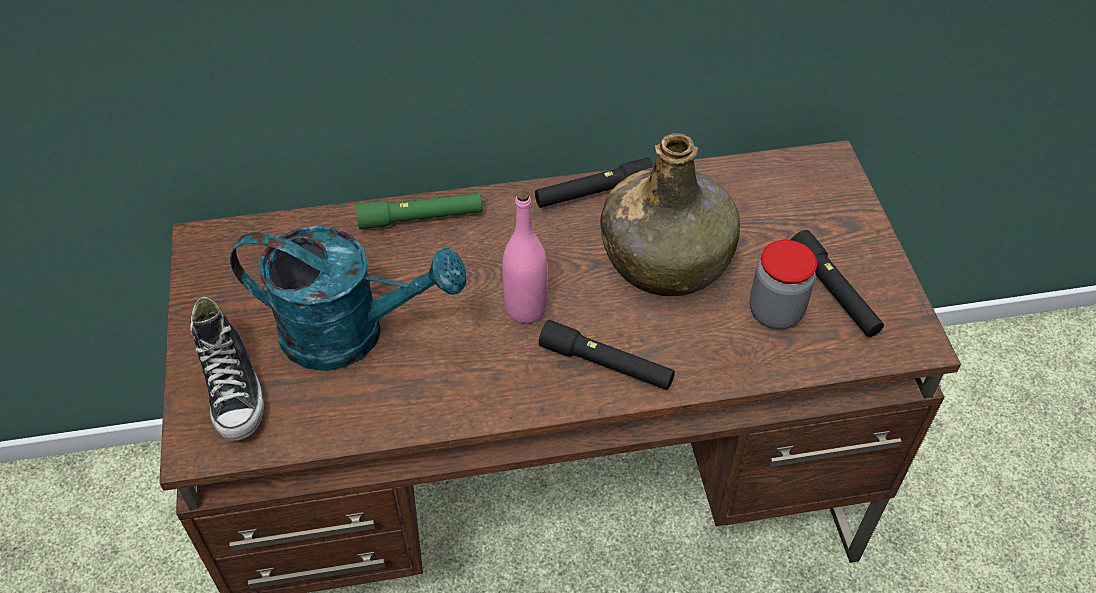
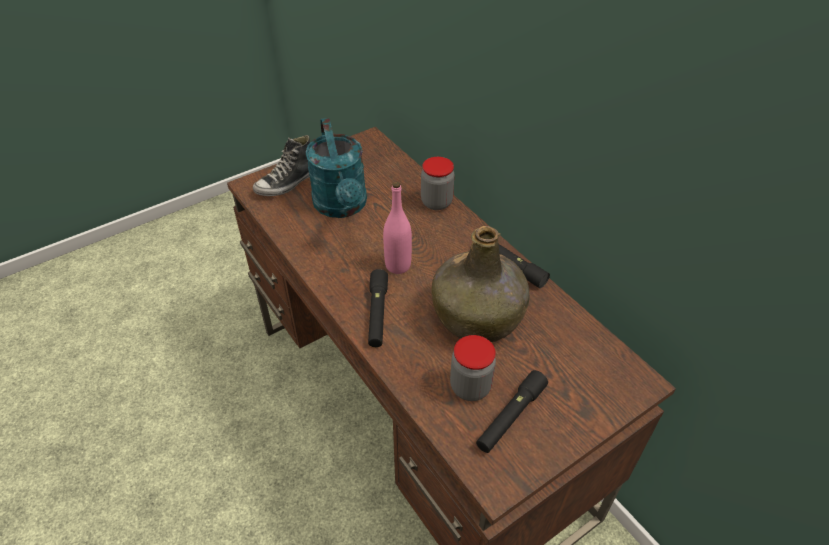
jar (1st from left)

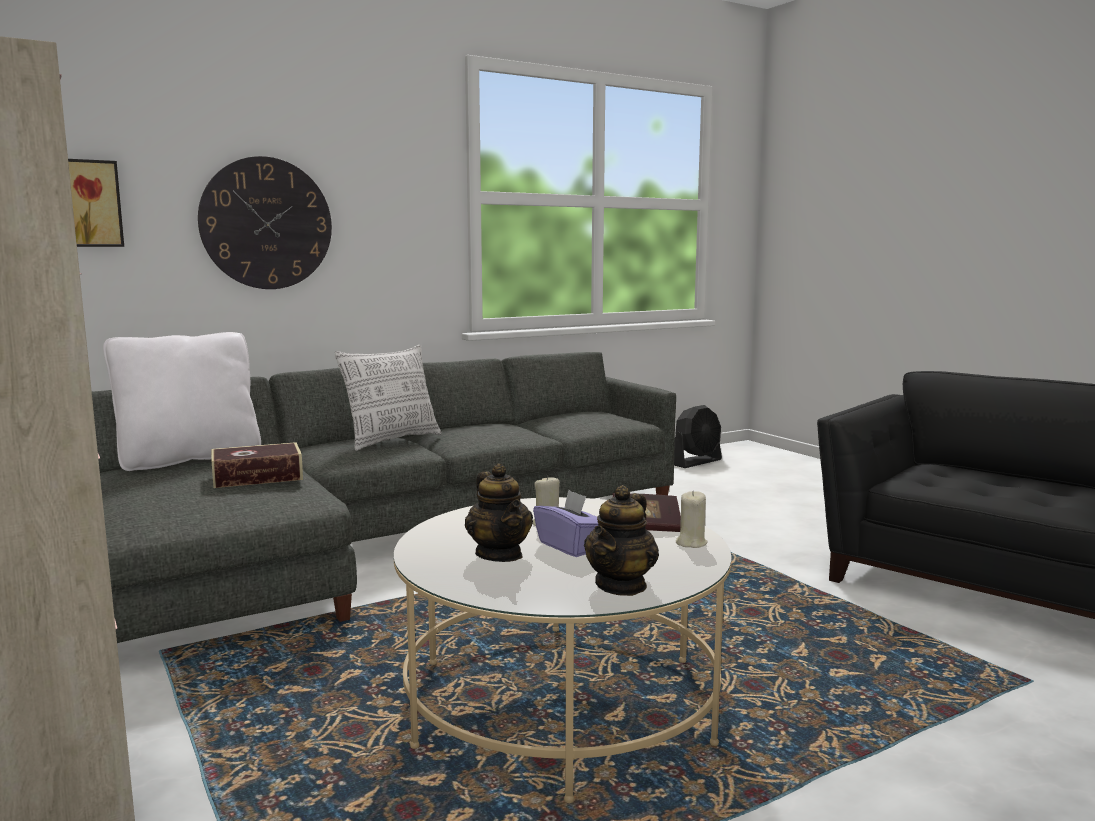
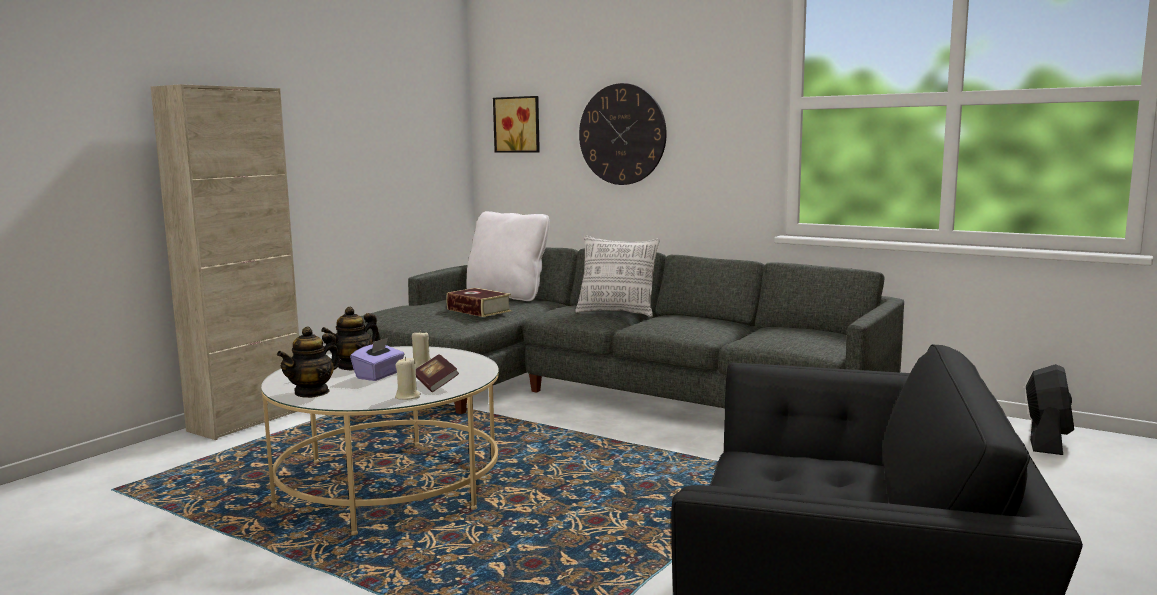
teapot (1st from left); fan (black)

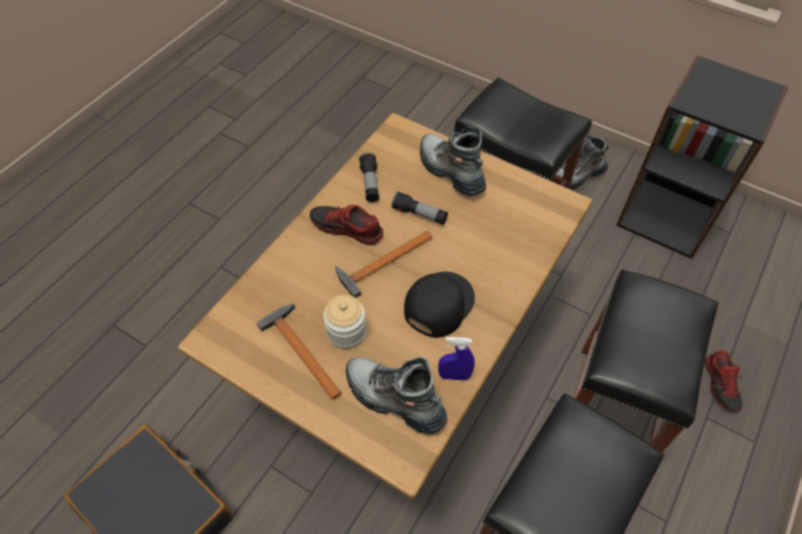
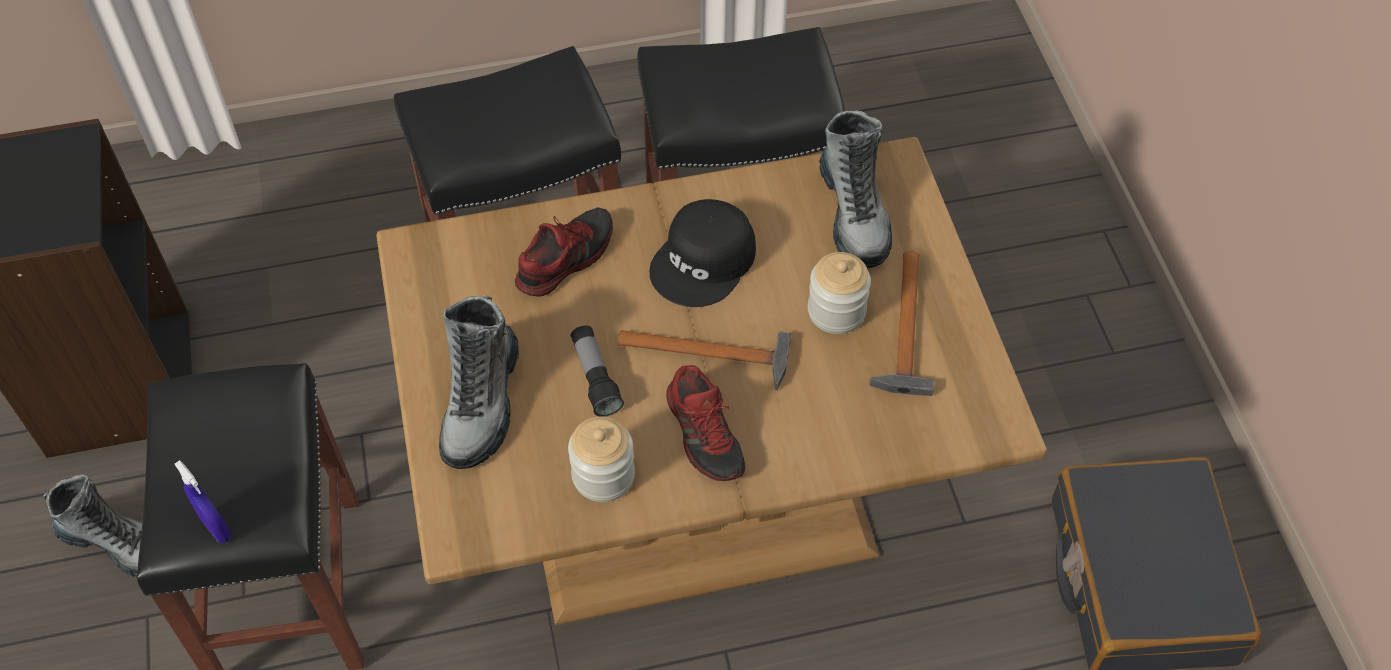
spray bottle (blue); shoe (1st from left); jar (1st from left); cap (black)

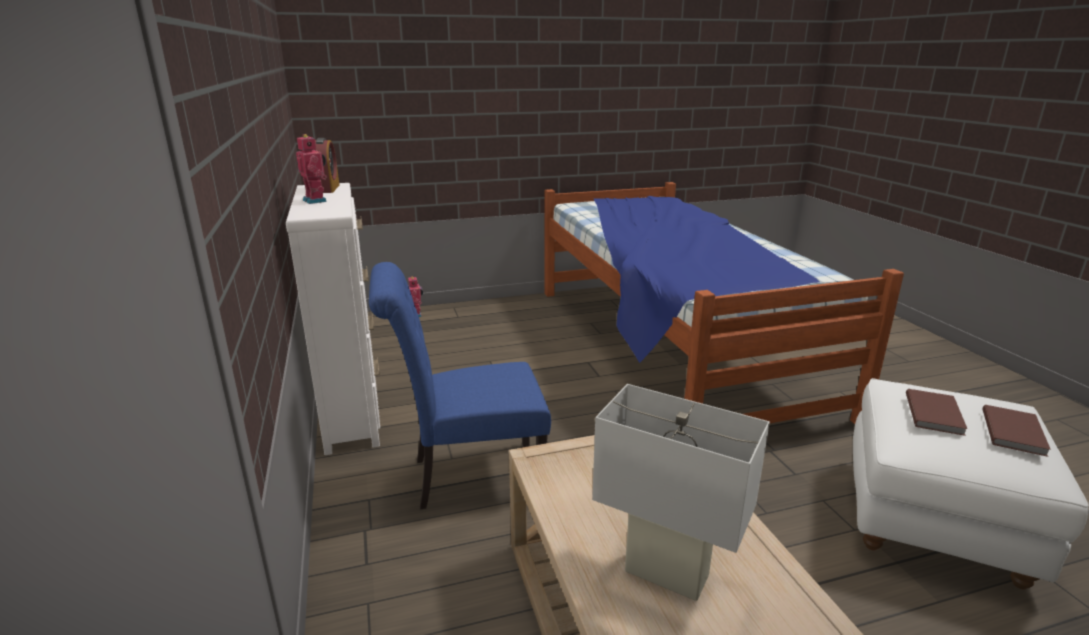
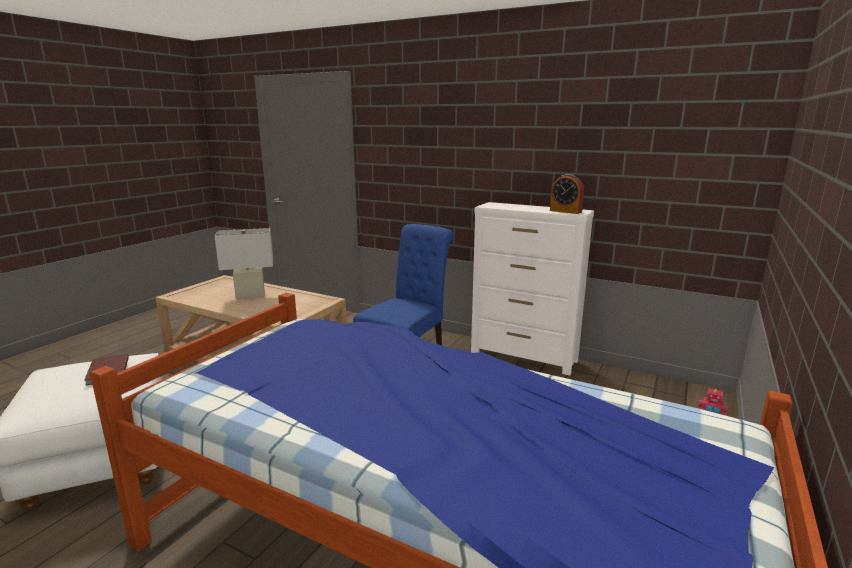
toy robot (1st from left in the first image); book (brown) (2nd from left in the first image)

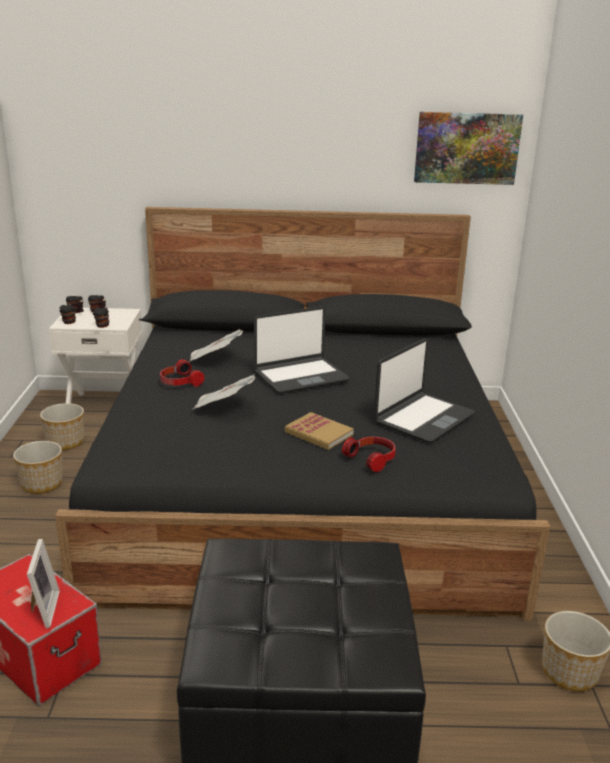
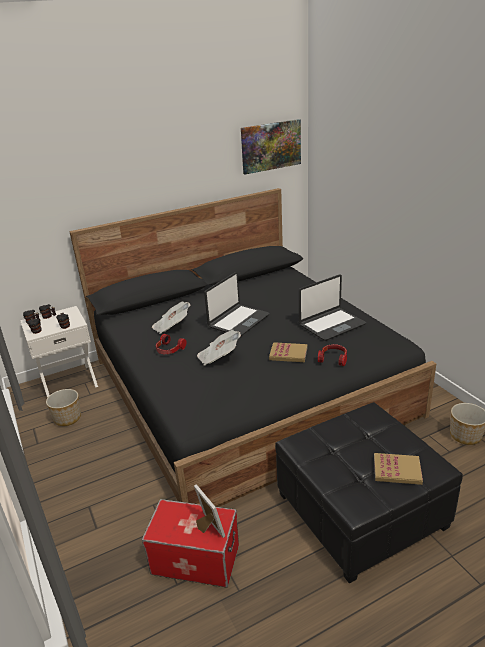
laptop (2nd from left); book (2nd from left); planter (1st from left in the first image)

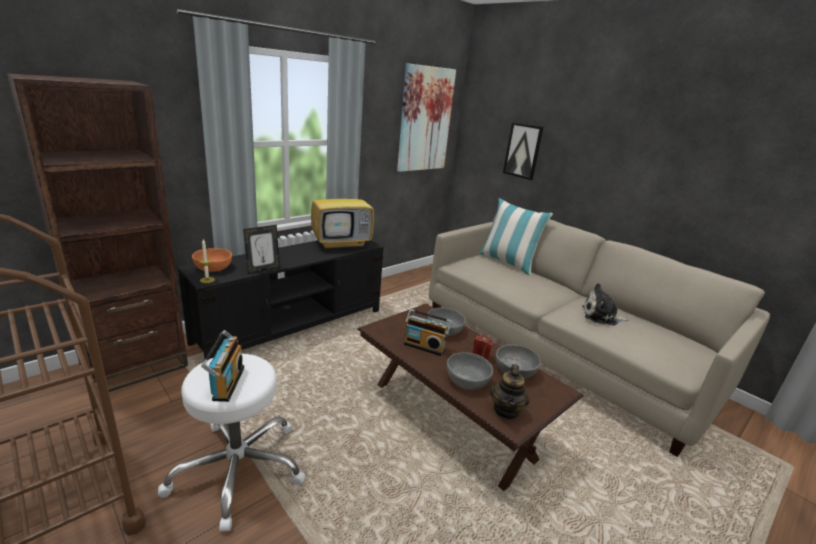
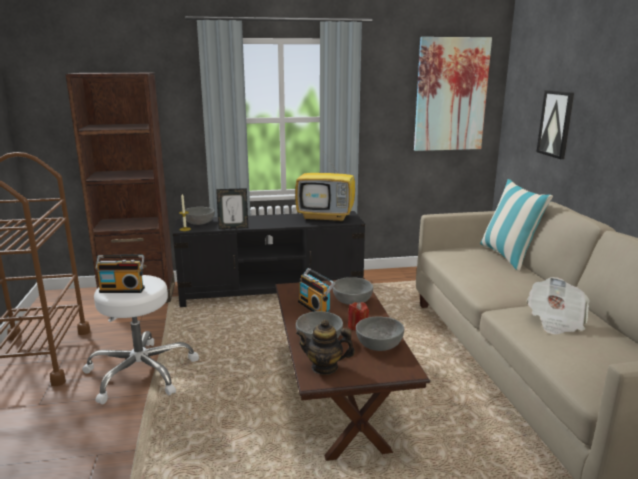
radio (1st from left); bowl (grey) (1st from left); teapot; newspaper

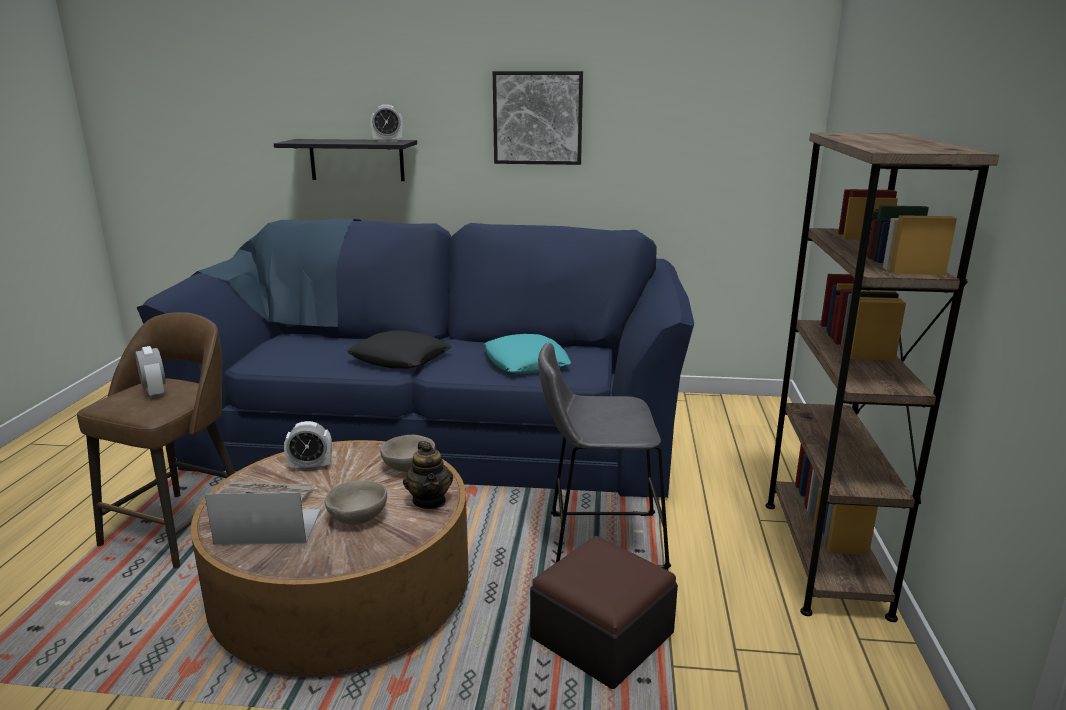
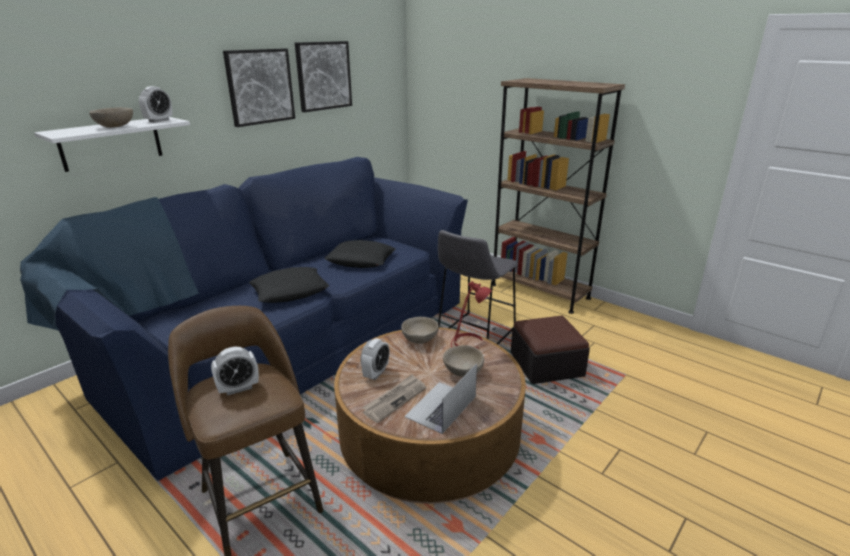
shelf (white); bowl (beige) (1st from left); alarm clock (2nd from left); picture (2nd from left); pillow (black) (2nd from left); table lamp (red)

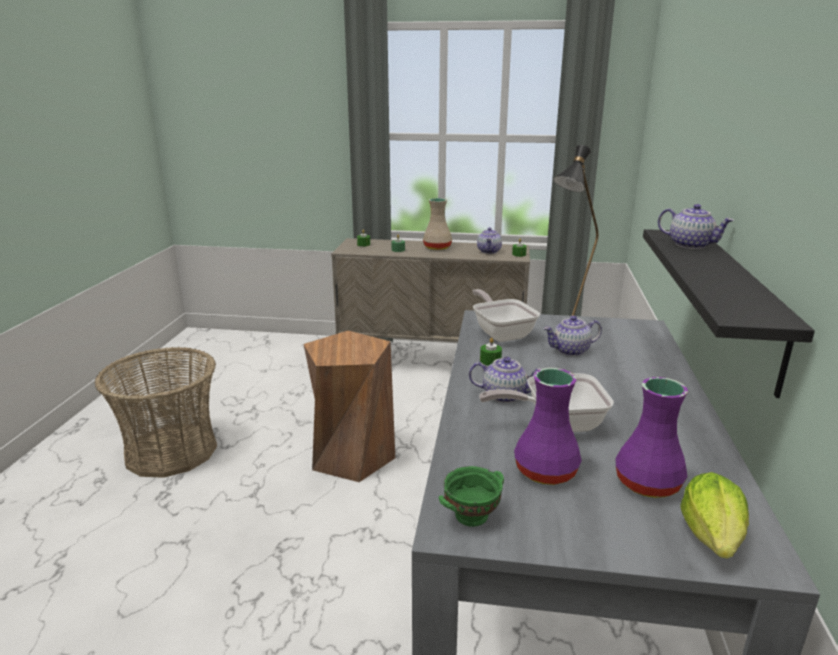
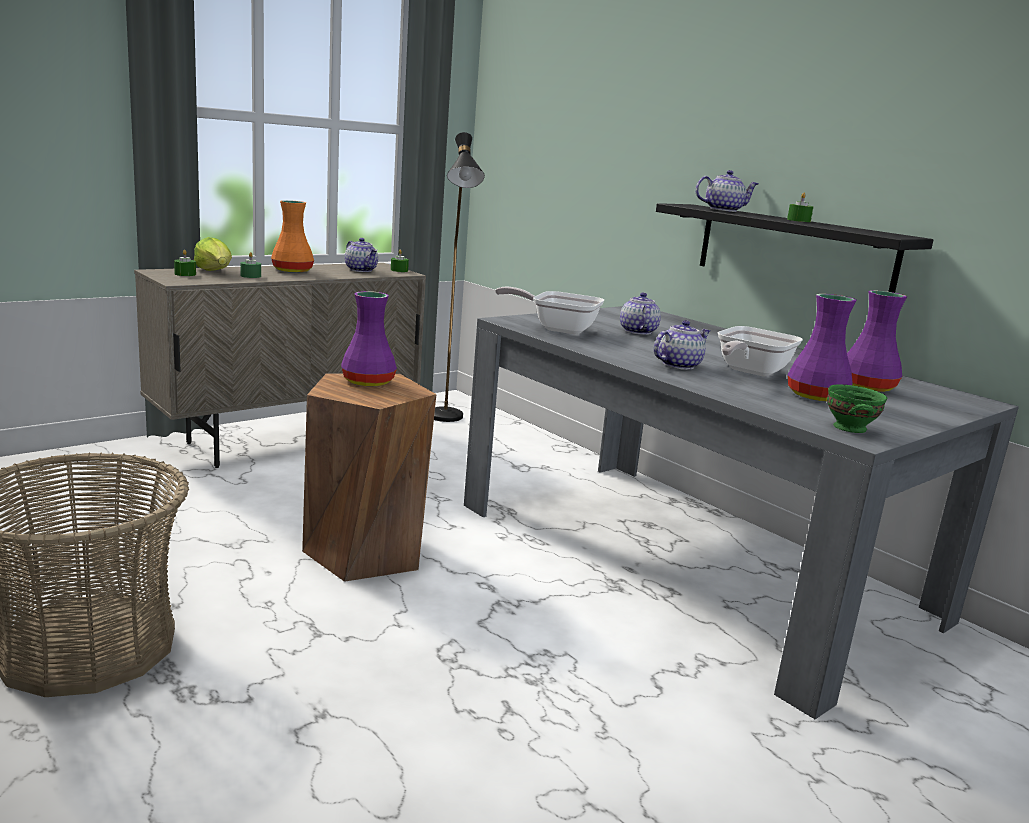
lettuce; vase (orange); vase (purple) (1st from left); teapot (2nd from left); candle (green) (4th from left)

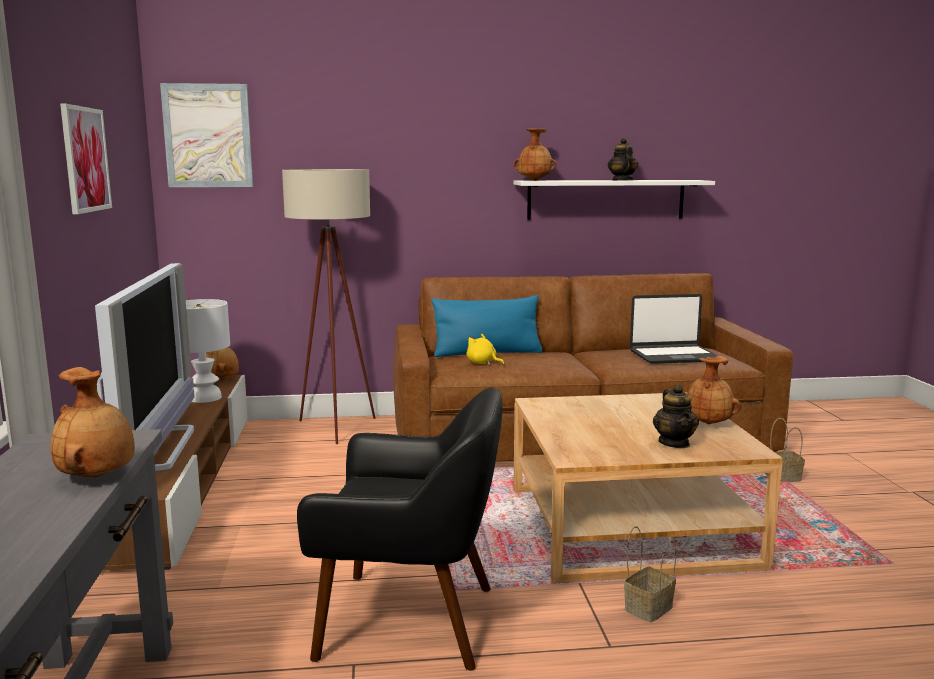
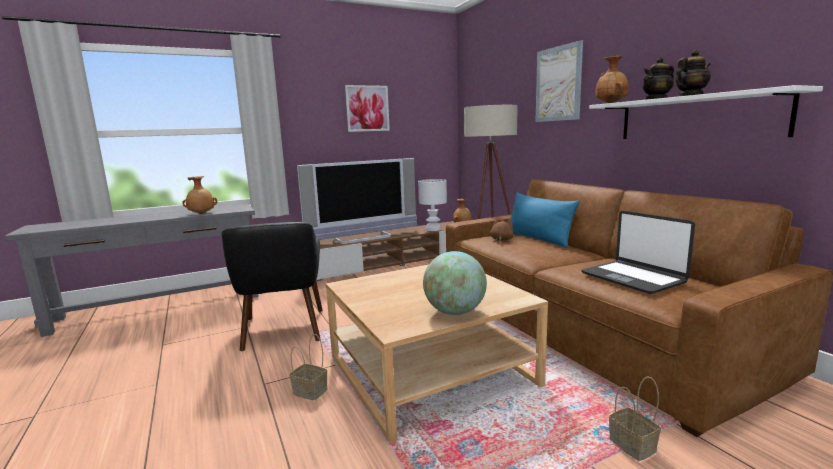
globe; plush toy (brown); picture (2nd from left); teapot (1st from left)

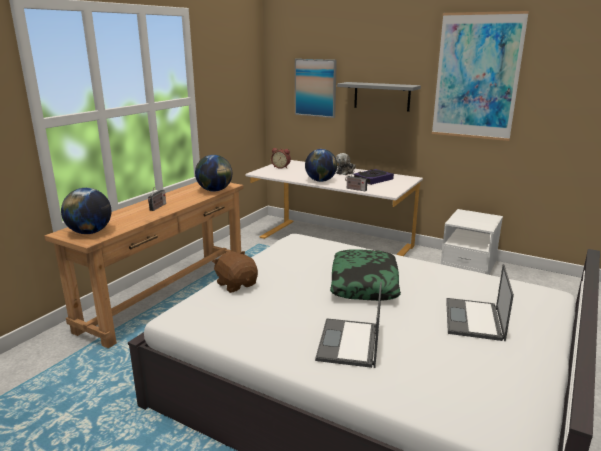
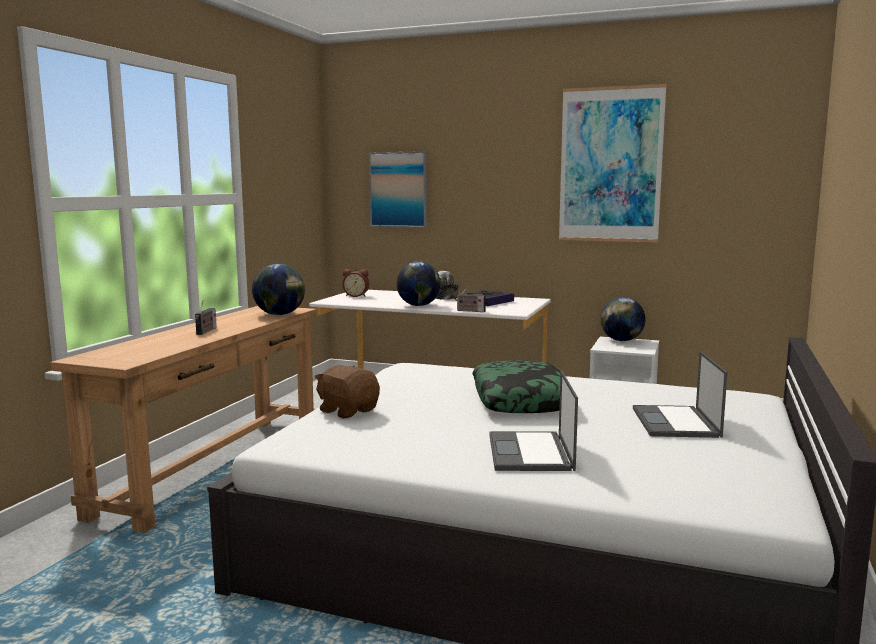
globe (3rd from left); shelf (grey)

